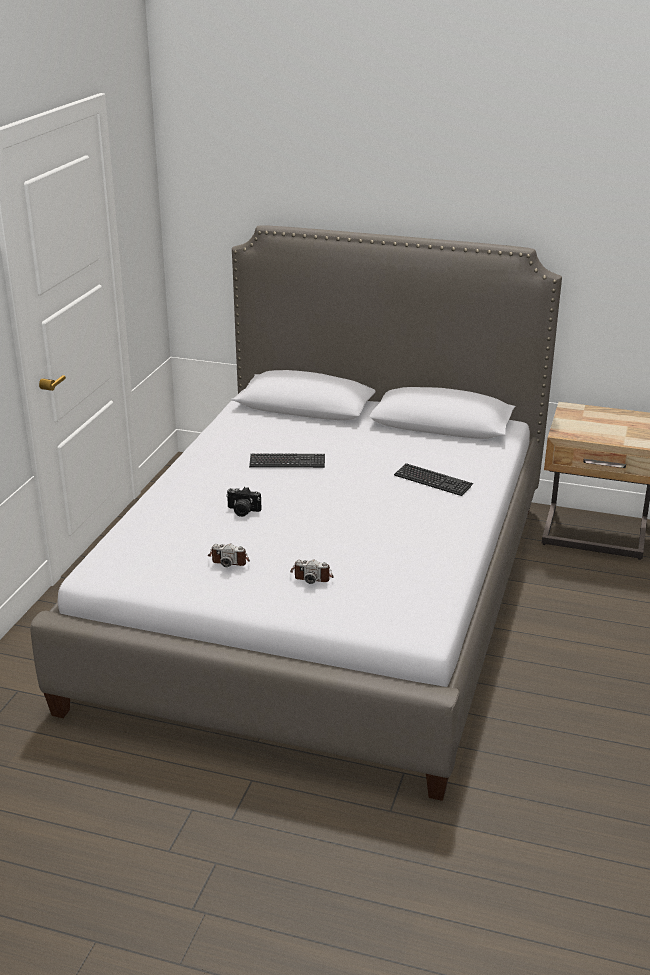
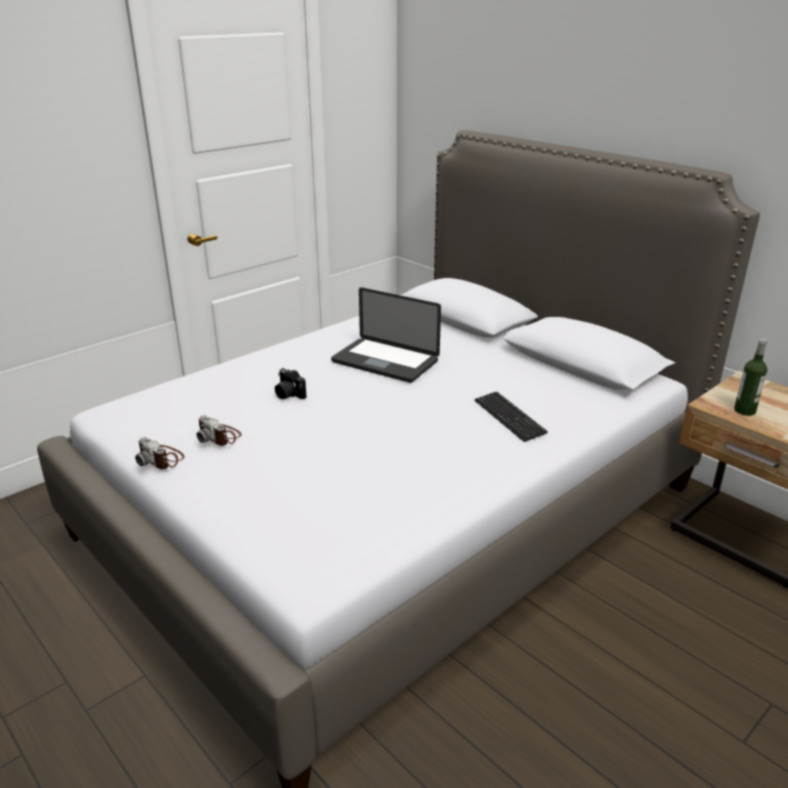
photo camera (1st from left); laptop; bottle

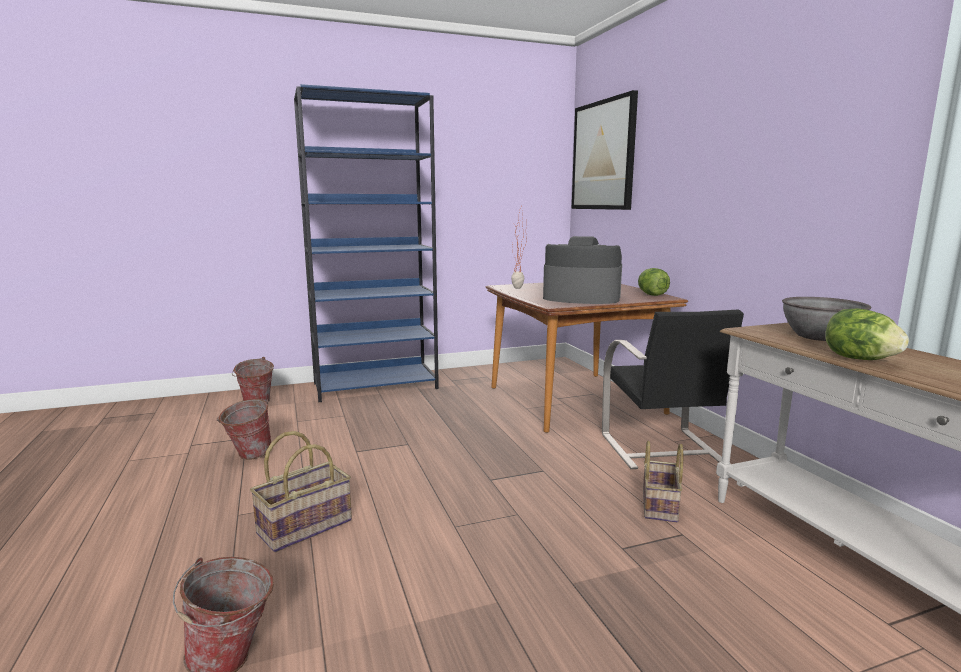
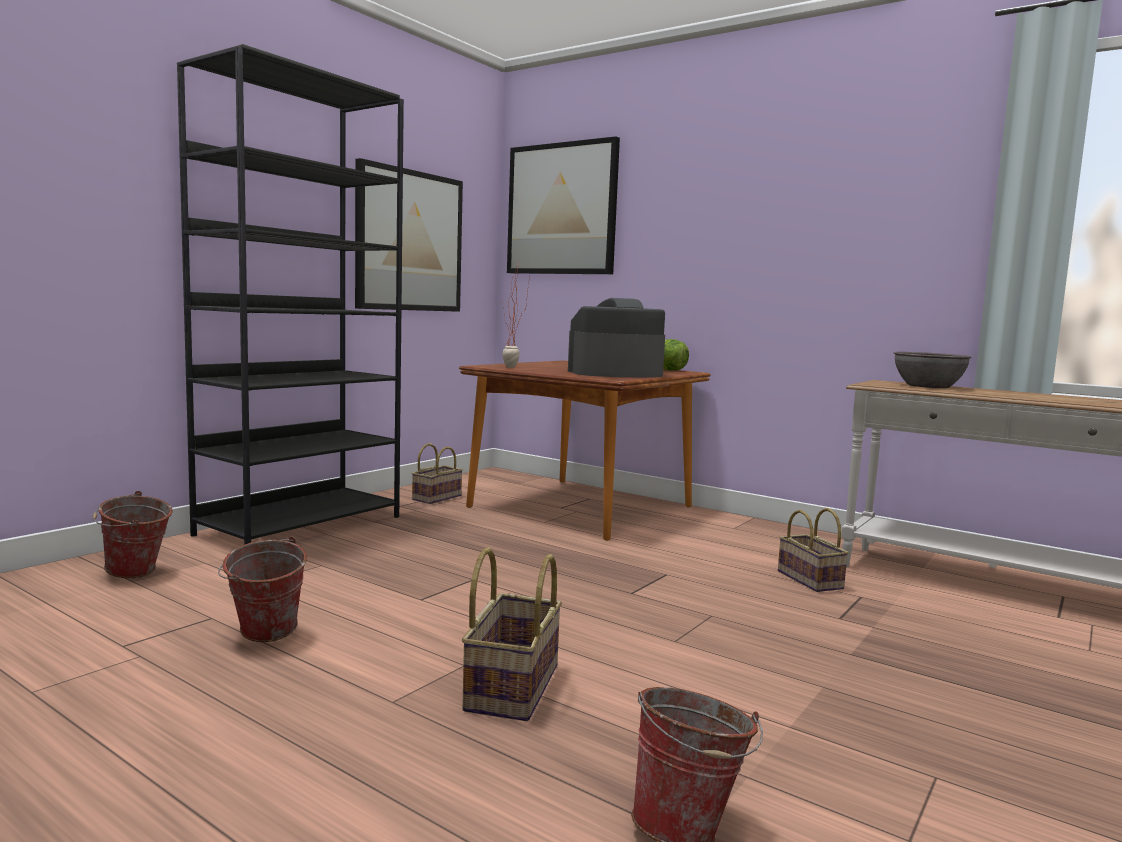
bookcase (black); picture (1st from left); basket (1st from left); chair (black); lettuce (2nd from left in the first image)

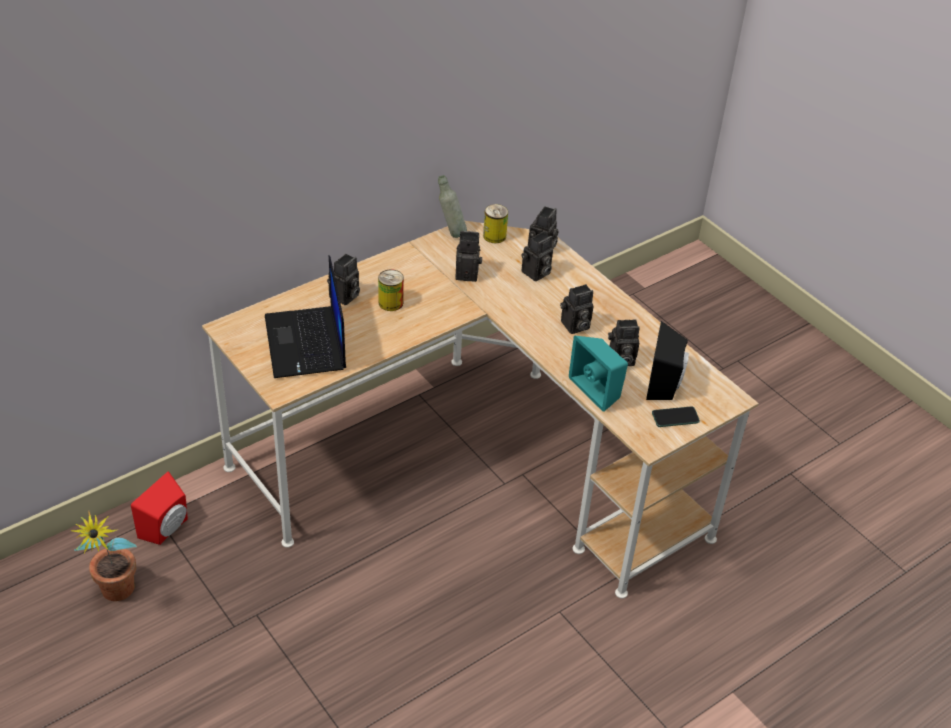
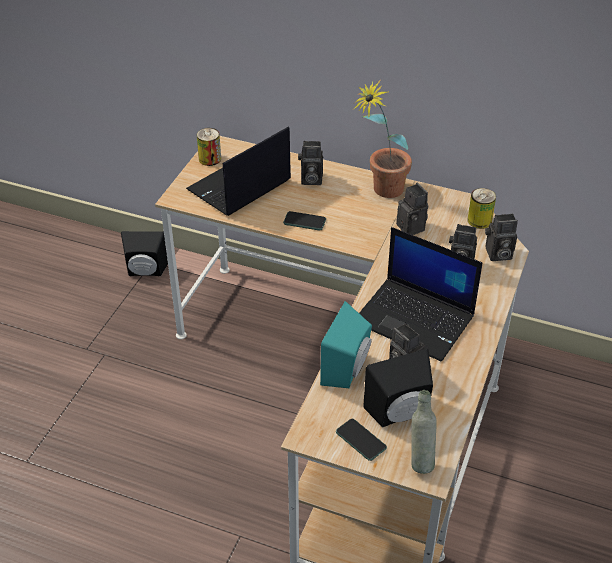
speaker (black) (1st from left); can (1st from left); phone (1st from left); potted plant; laptop (2nd from left); bottle (grey)

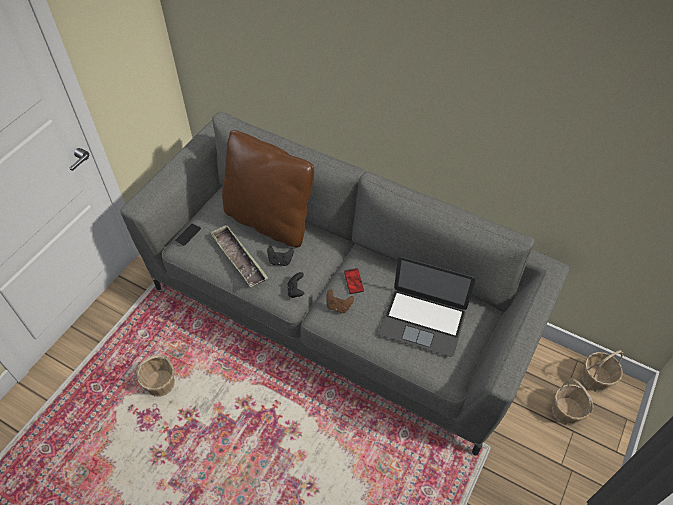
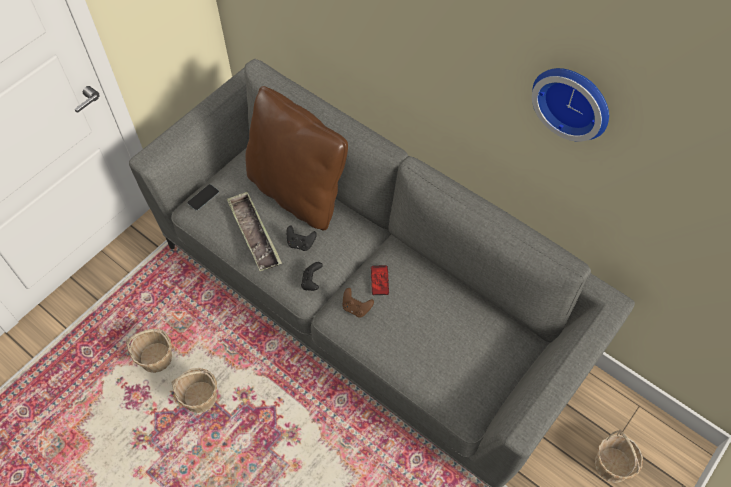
basket (2nd from left); wall clock; laptop

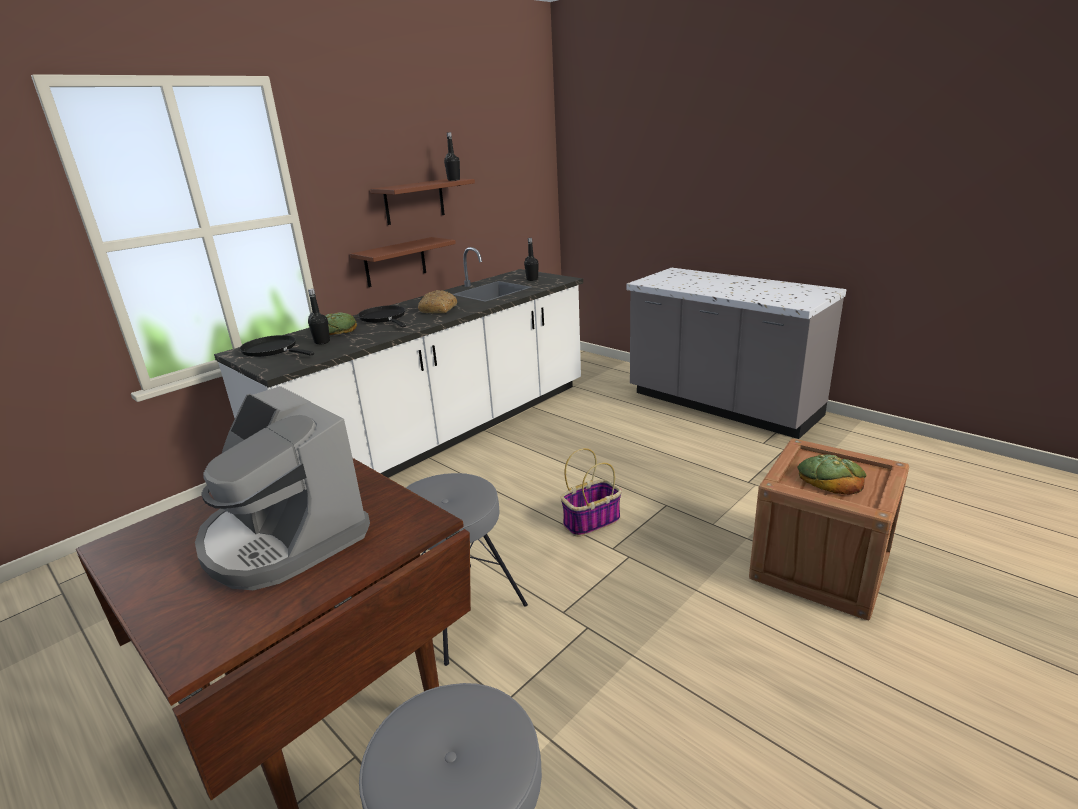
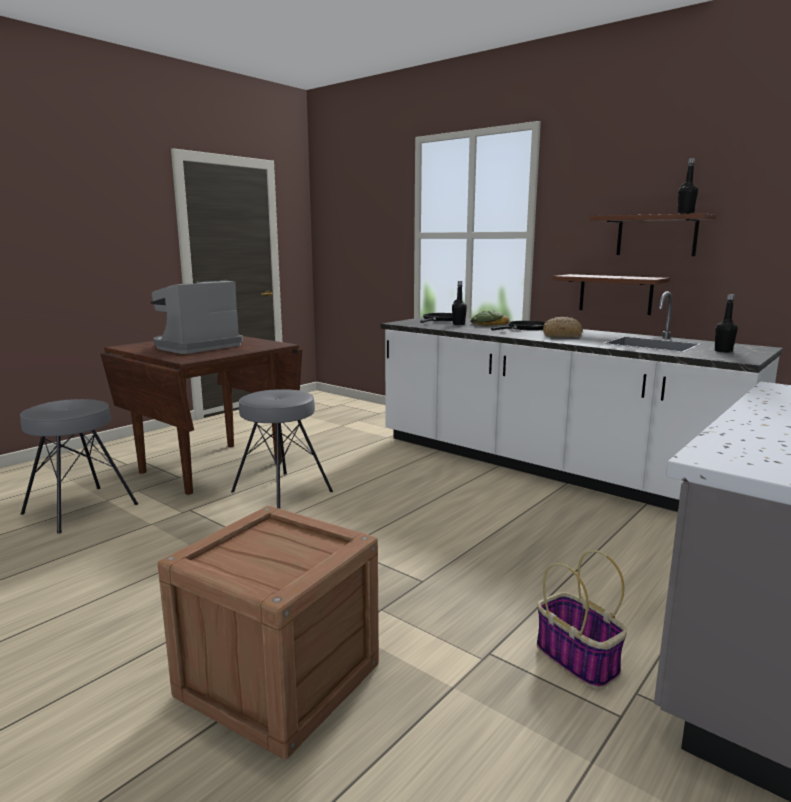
basket; bread (3rd from left in the first image)

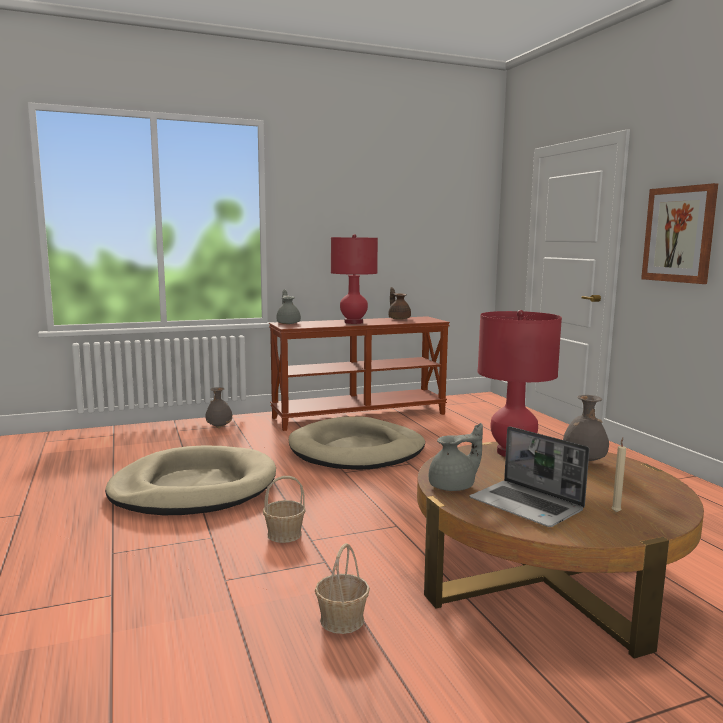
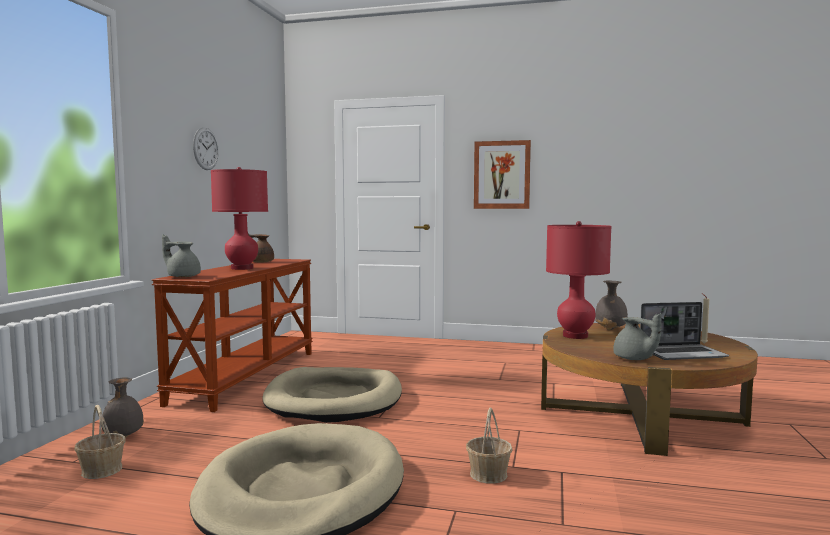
basket (1st from left); wall clock; teapot (grey) (2nd from left)

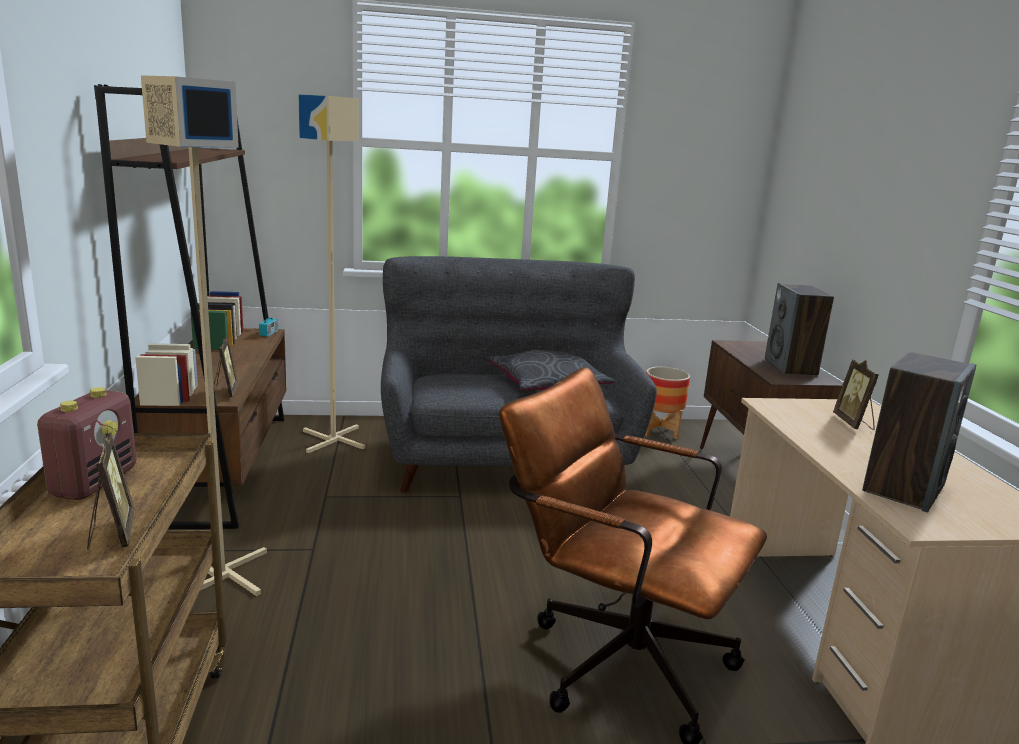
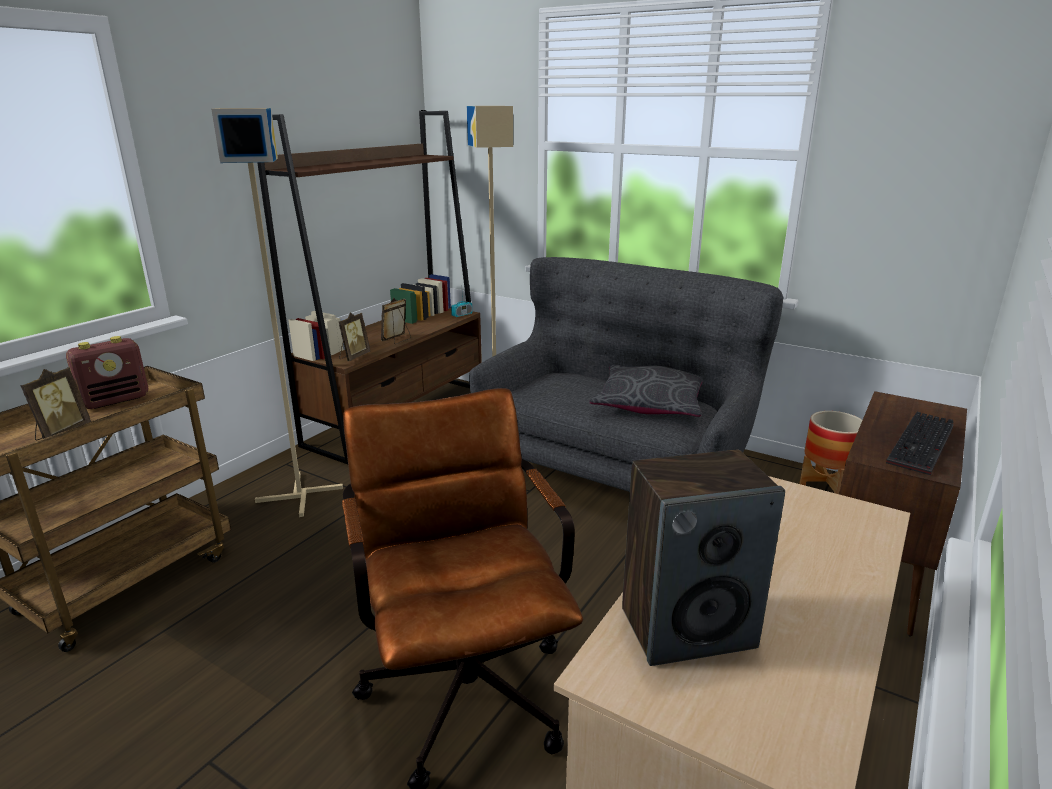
picture frame (3rd from left); keyboard

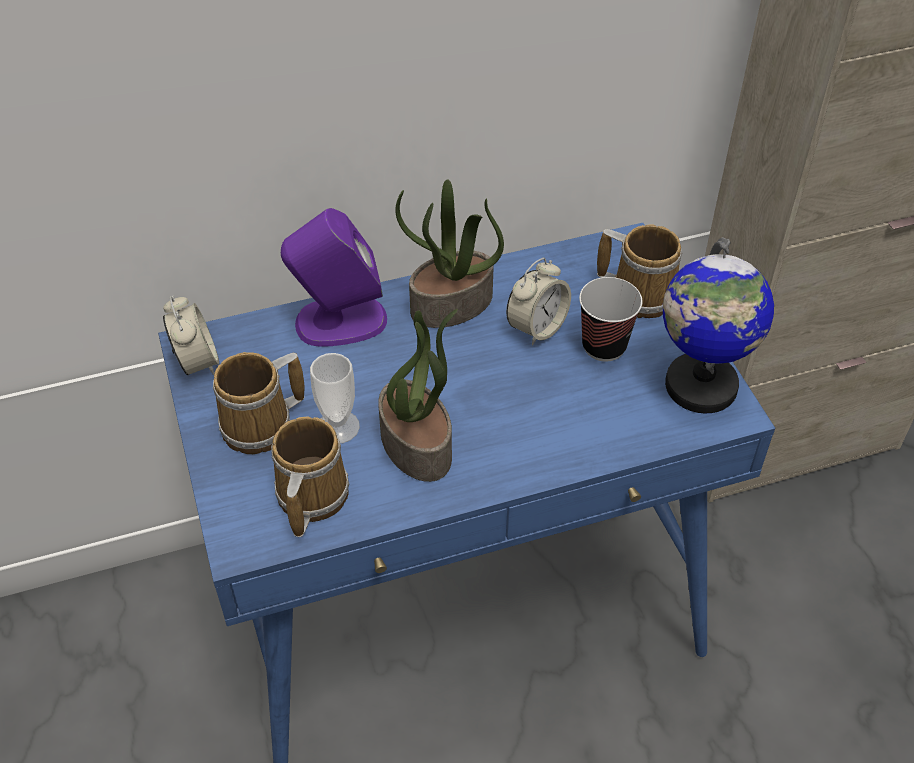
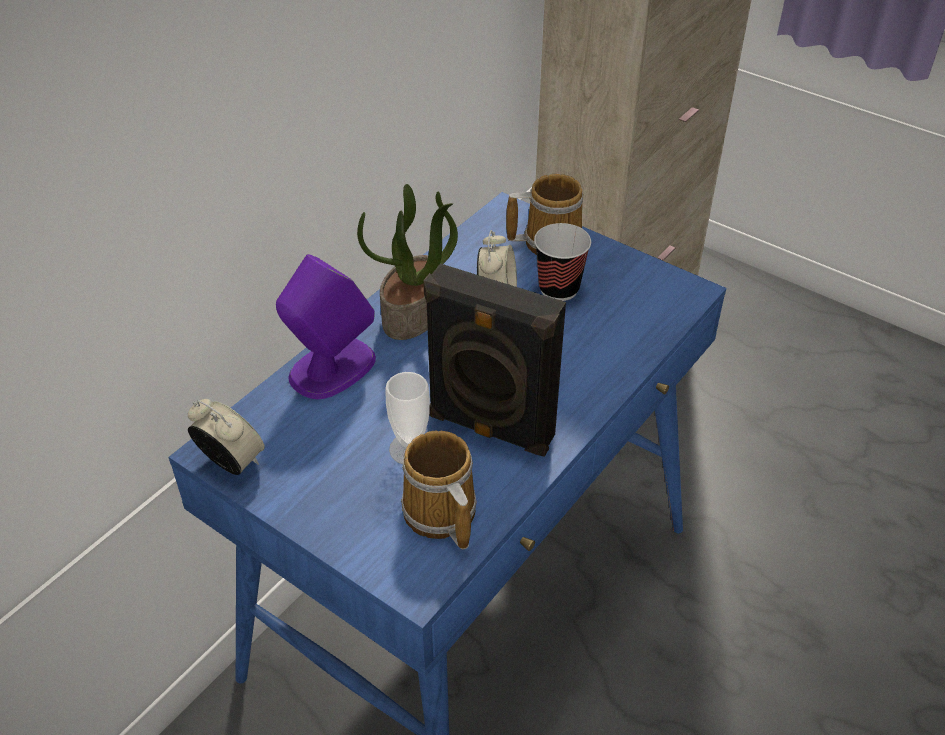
speaker (black); mug (1st from left in the first image); globe

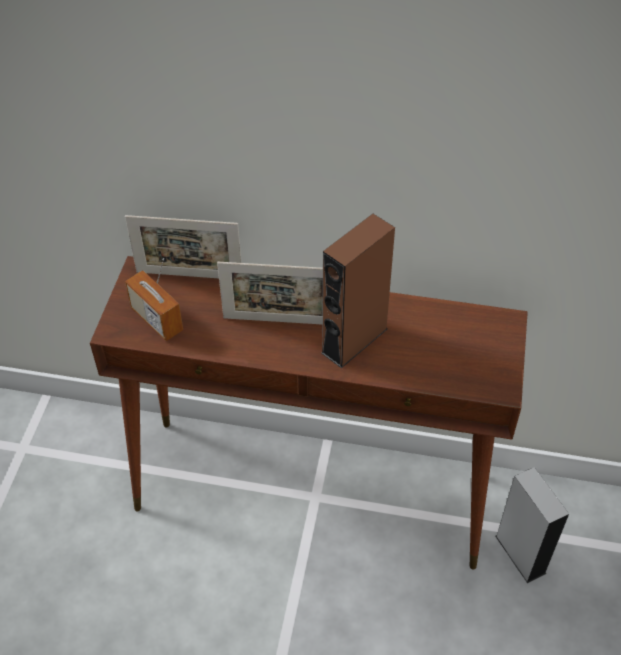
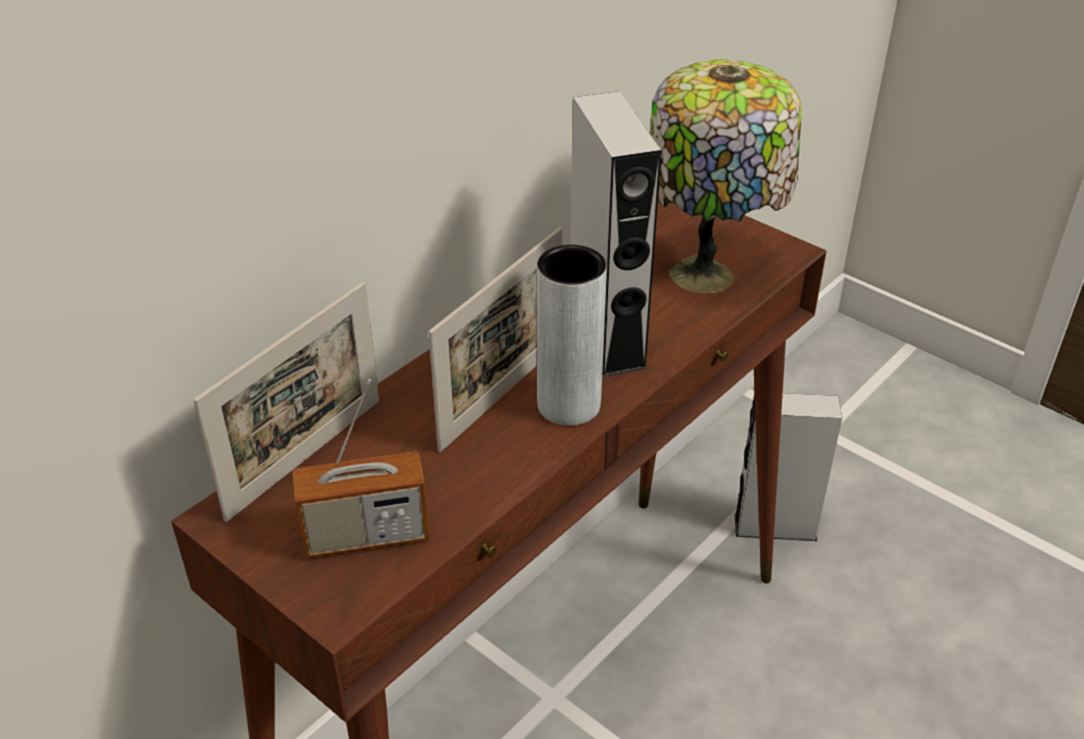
vase (grey); speaker (grey) (1st from left); table lamp

